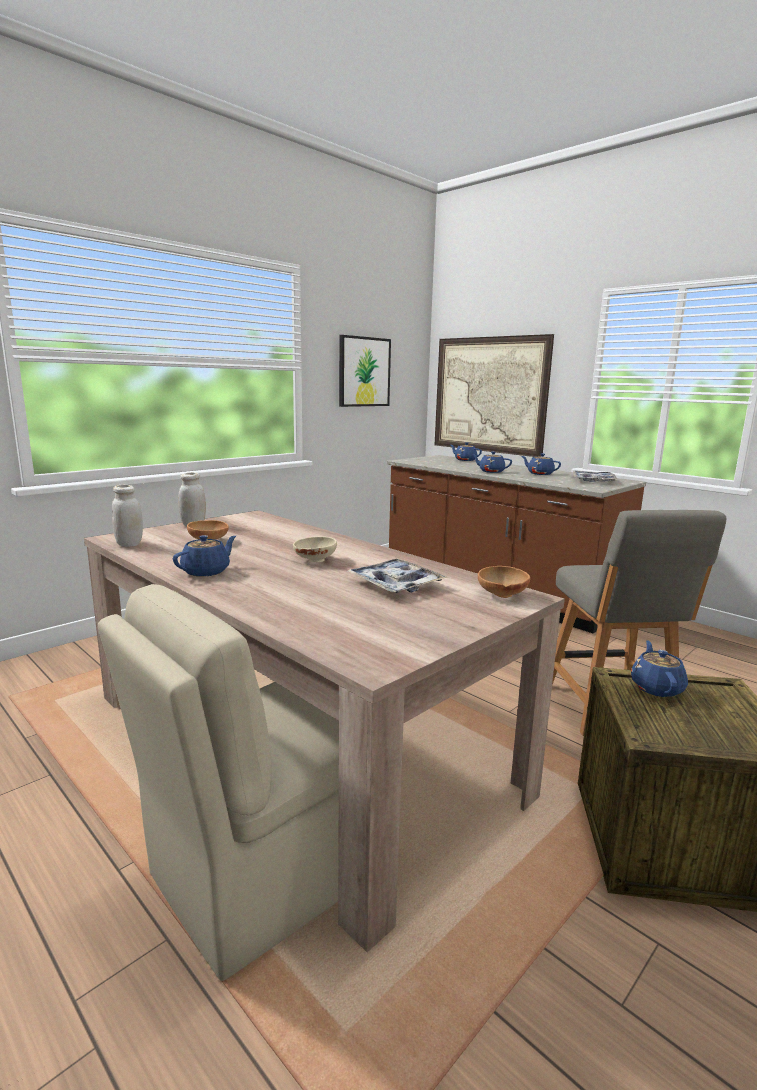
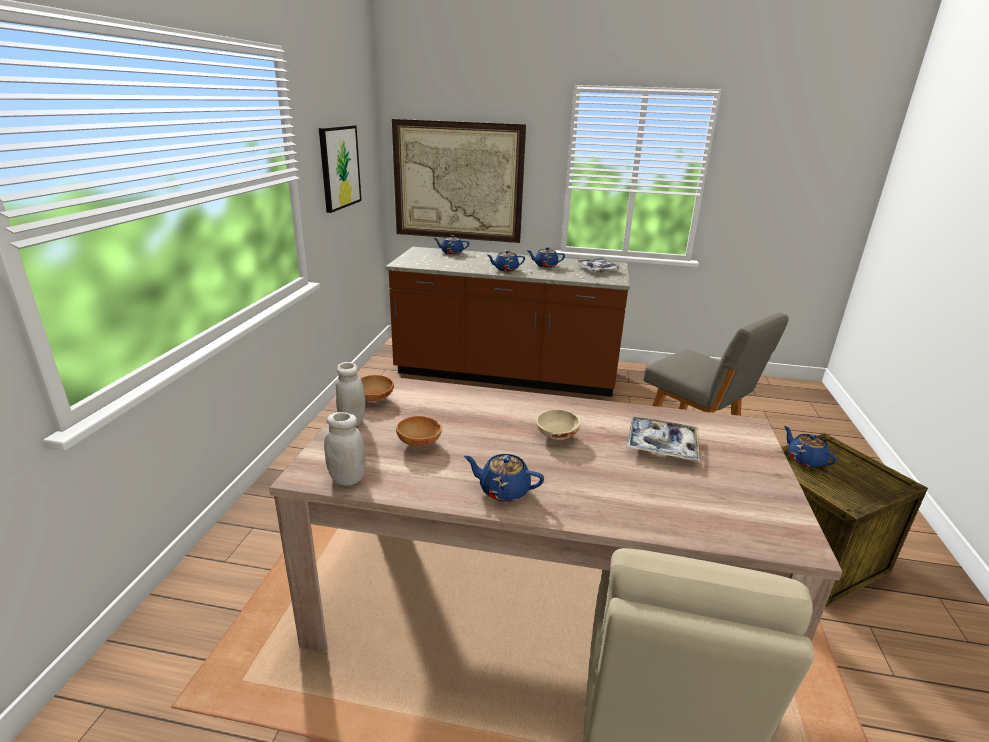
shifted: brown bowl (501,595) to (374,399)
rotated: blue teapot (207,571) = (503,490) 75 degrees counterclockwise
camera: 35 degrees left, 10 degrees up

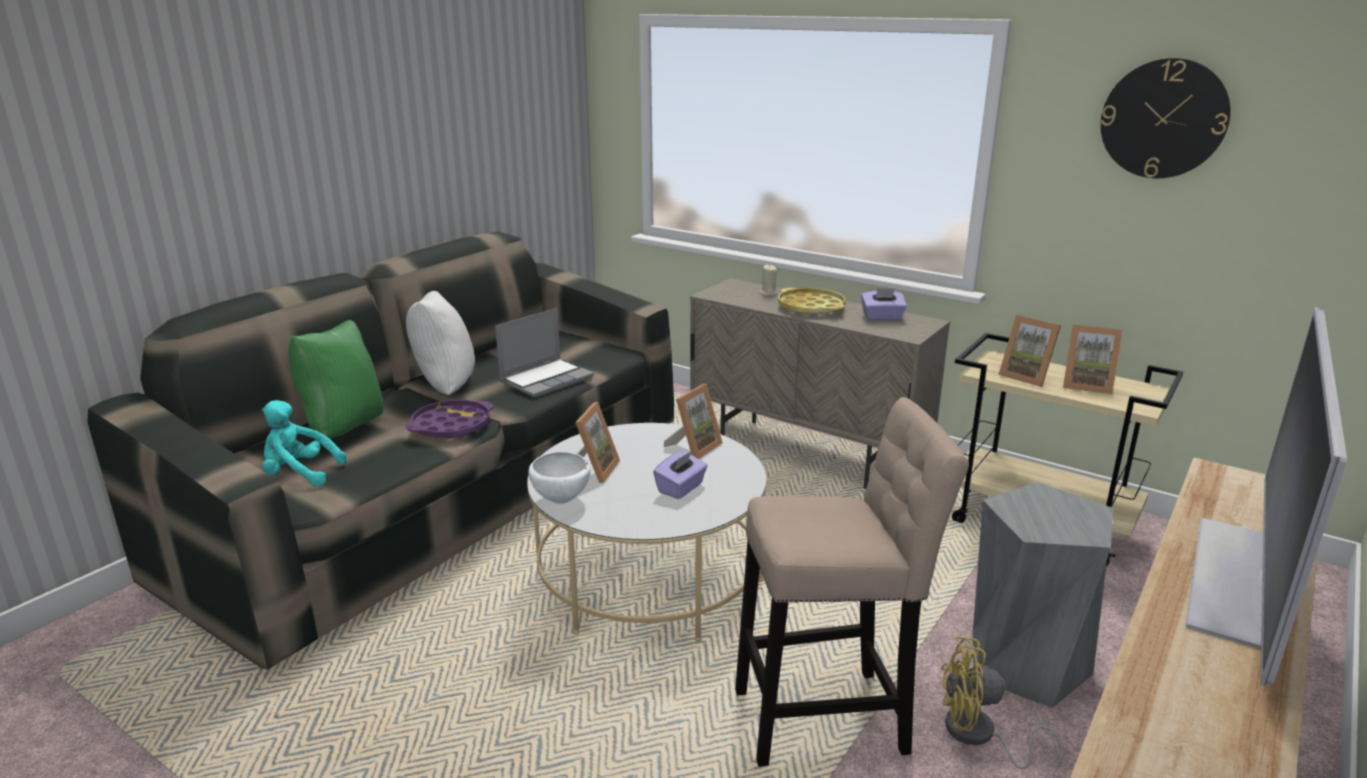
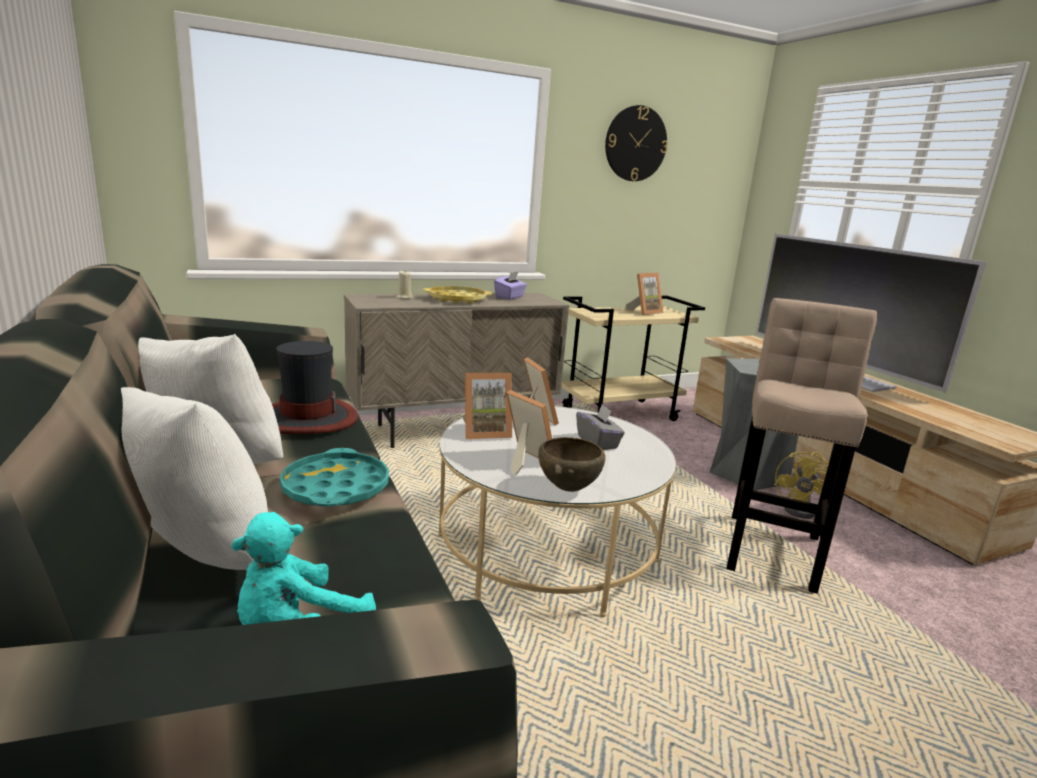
shifted: picture frame (1027,376) to (485,432)
swapped: laptop (547,379) to hat (307,419)
repainted: green pillow (343,428) to white pillow (197,559); purple tray (451,426) to turquoise tray (335,488); white bowl (562,500) to brown bowl (568,489); purple tissue box (681,488) to grey tissue box (598,442)
camera: 60 degrees left, 5 degrees down

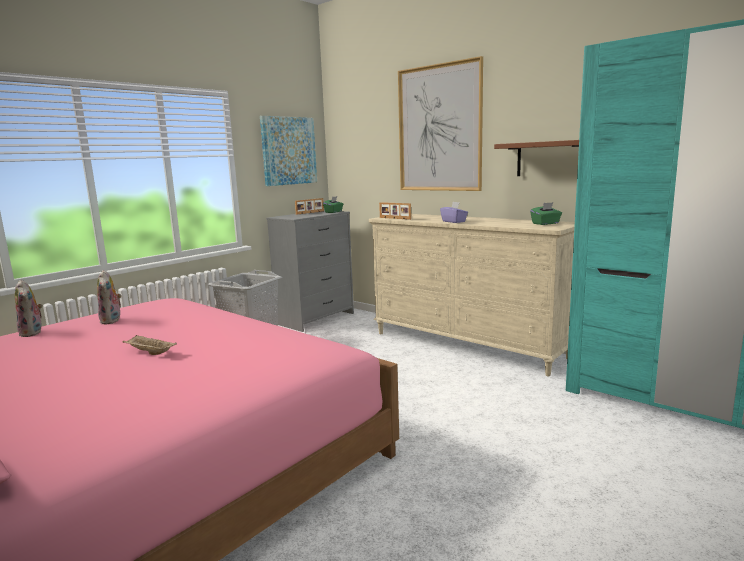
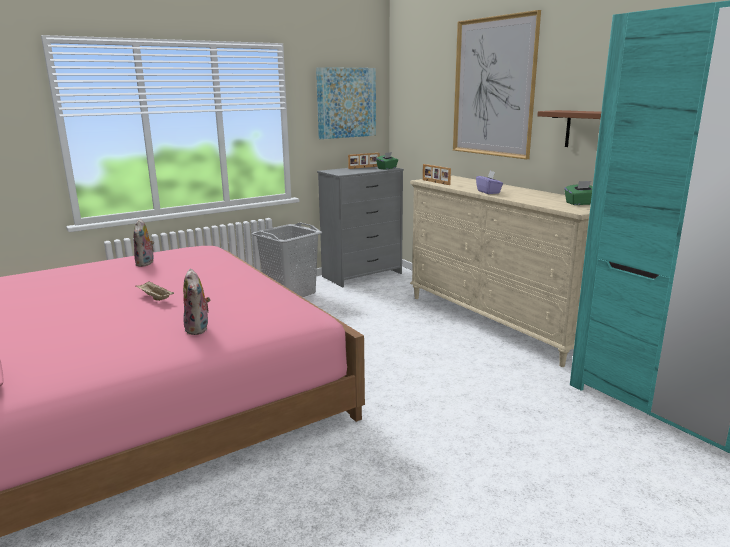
shifted: plush toy (33,333) to (199,329)
camera: 15 degrees right, 5 degrees up

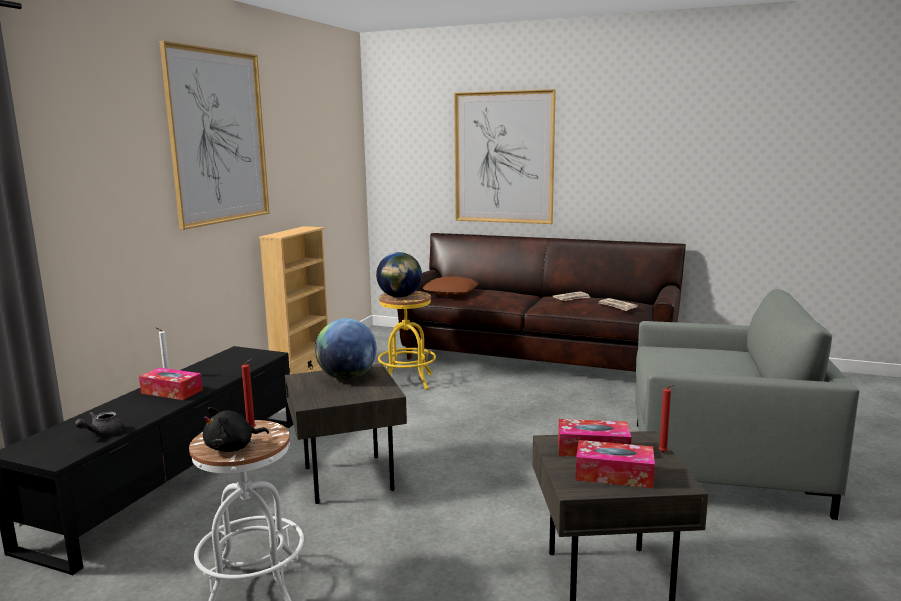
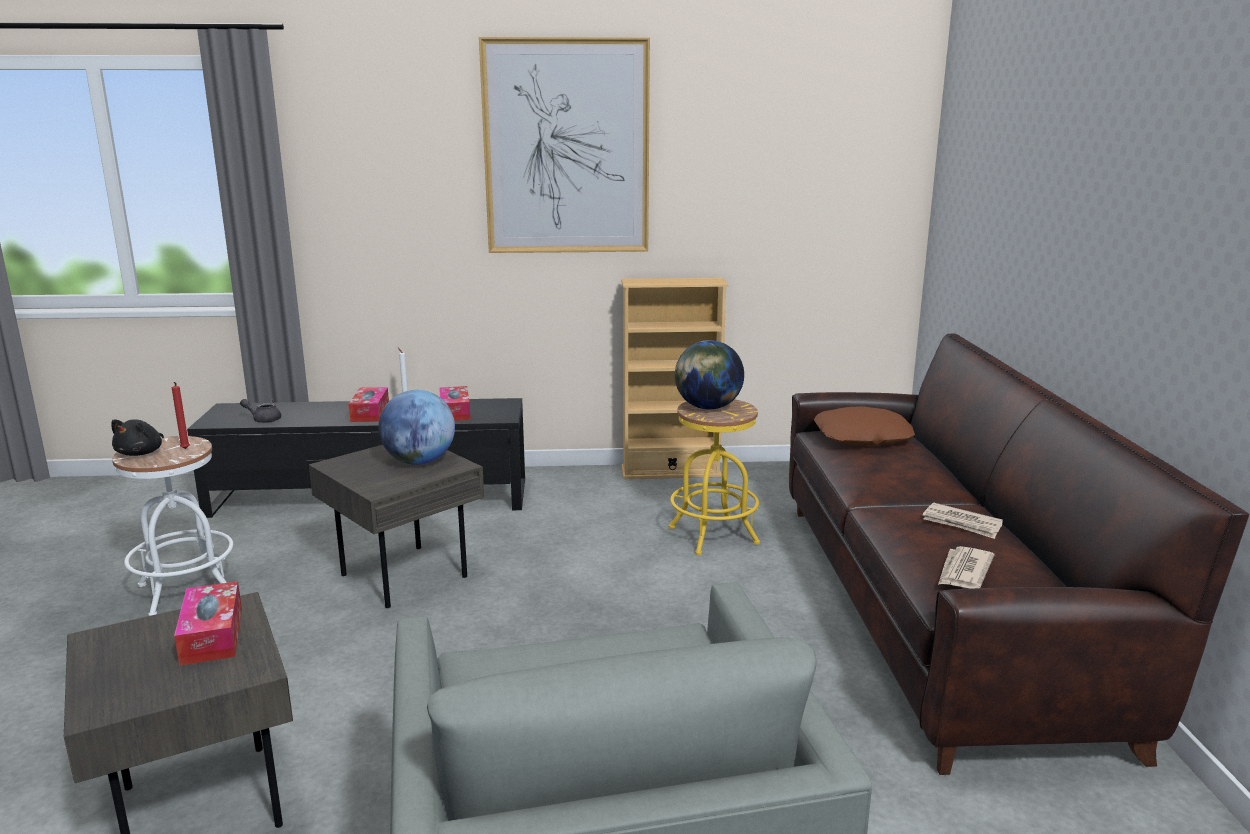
gone: picture (503,157); red candle (664,453)
shifted: tissue box (614,474) to (455,412)
rotated: black plush toy (233,448) = (141,453) 105 degrees counterclockwise
camera: 65 degrees right, 5 degrees up

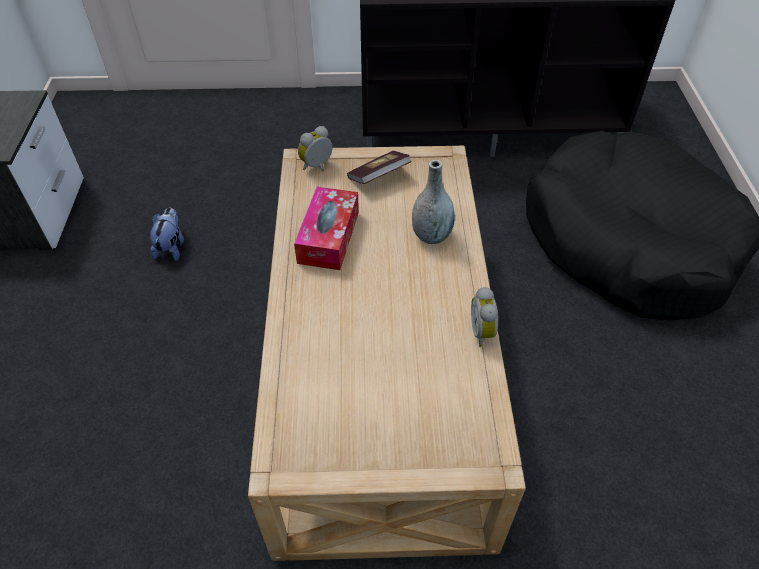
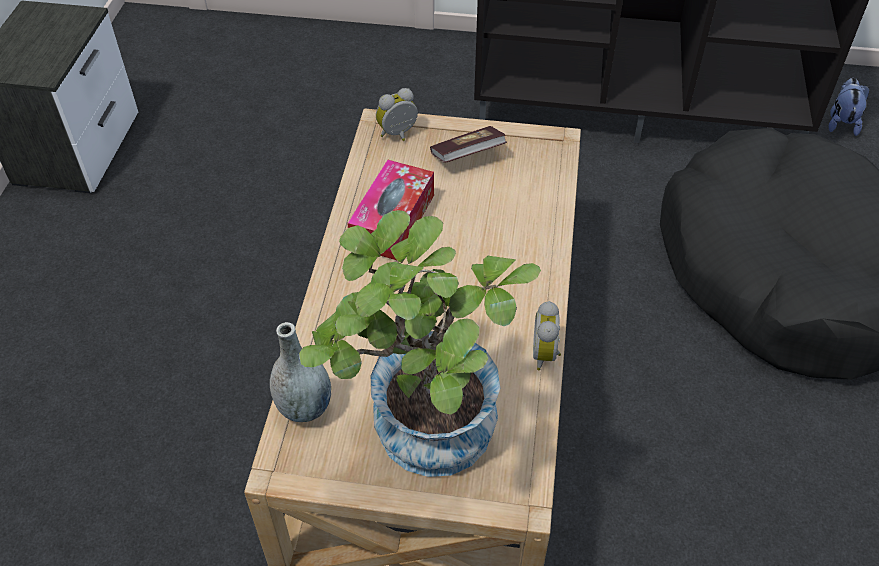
new: potted plant (422,438)
shifted: plush toy (171,247) to (841,122); grey vase (431,236) to (304,408)
camera: 10 degrees right, 0 degrees up

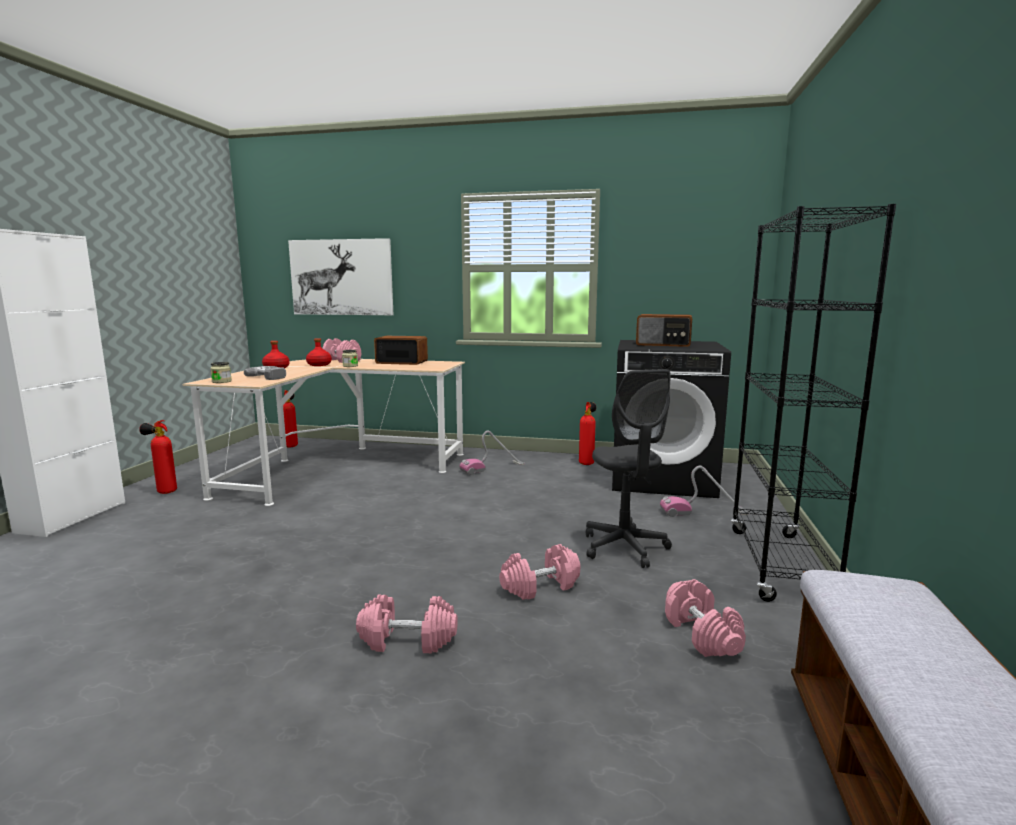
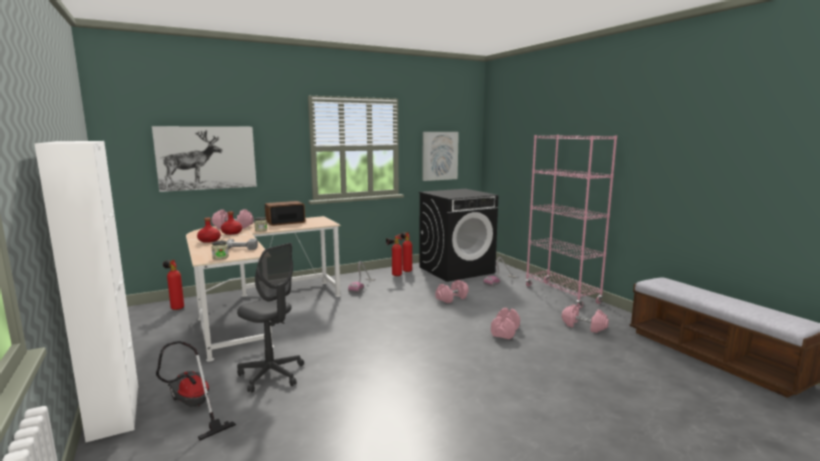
gone: radio (663,344)
new: vacuum cleaner (193,407); picture (439,156)
shifted: fire extinguisher (164,492) to (394,276); pink dumbbell (407,640) to (451,298); grey office chair (624,548) to (271,375)
repainted: black bookcase (779,566) to pink bookcase (561,294)
camera: 40 degrees left, 0 degrees up

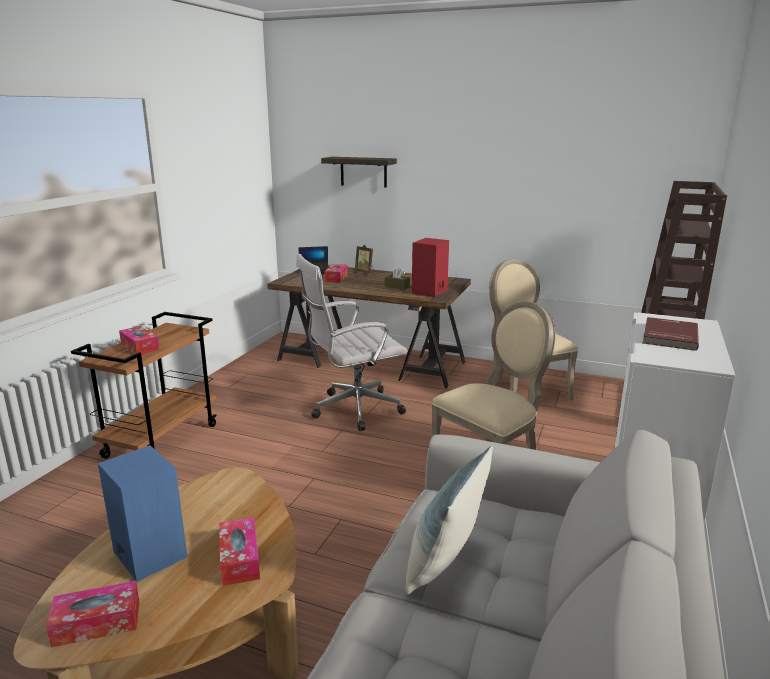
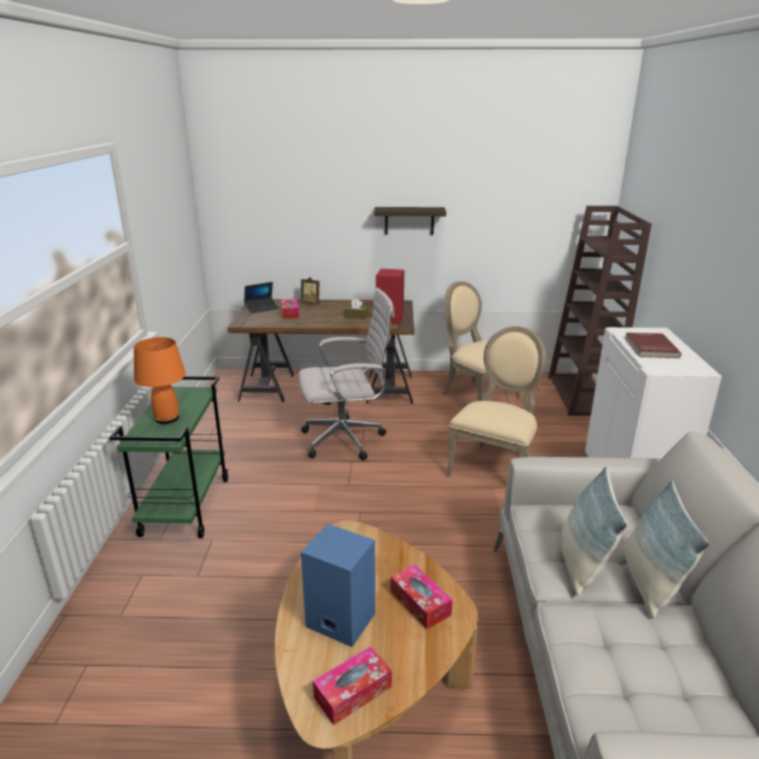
new: pillow (649,583)
shifted: shelf (363,172) to (409,221)
swapped: tissue box (140,347) to orange table lamp (166,419)
repainted: brown cart (161,440) to green cart (185,506)
rotated: white office chair (353,410) = (347,439) 150 degrees counterclockwise
camera: 20 degrees left, 5 degrees up

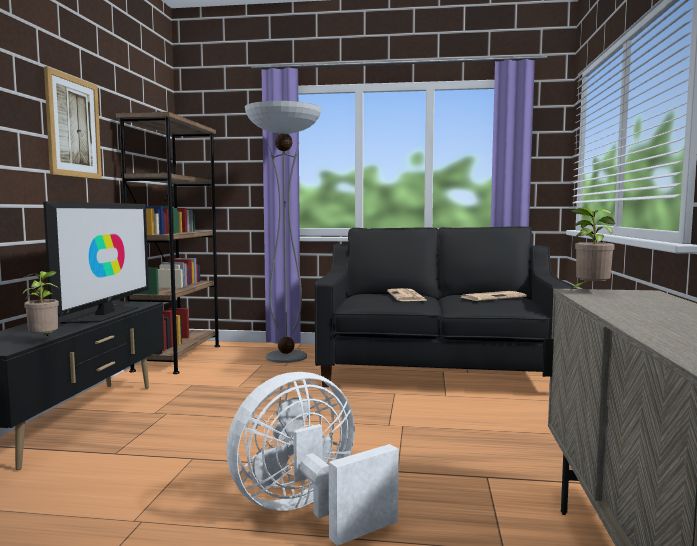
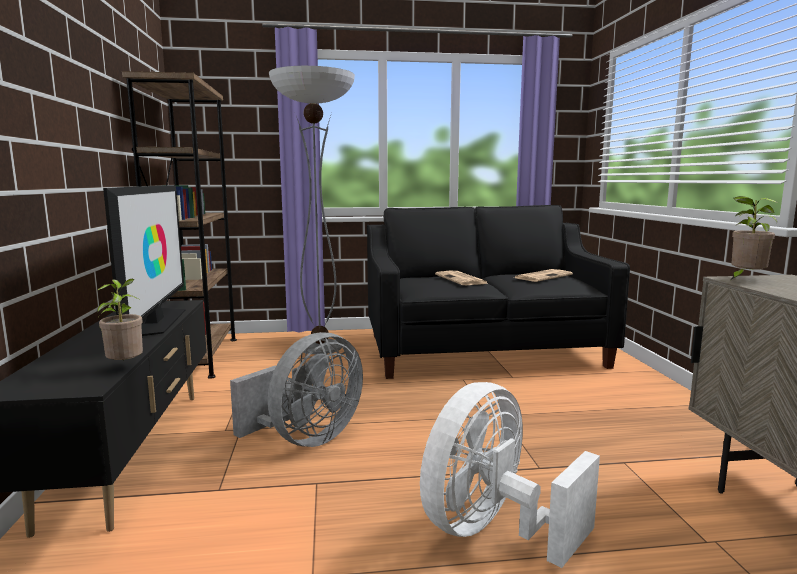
gone: picture (73,127)
new: grey fan (306,439)
camera: 15 degrees left, 5 degrees up

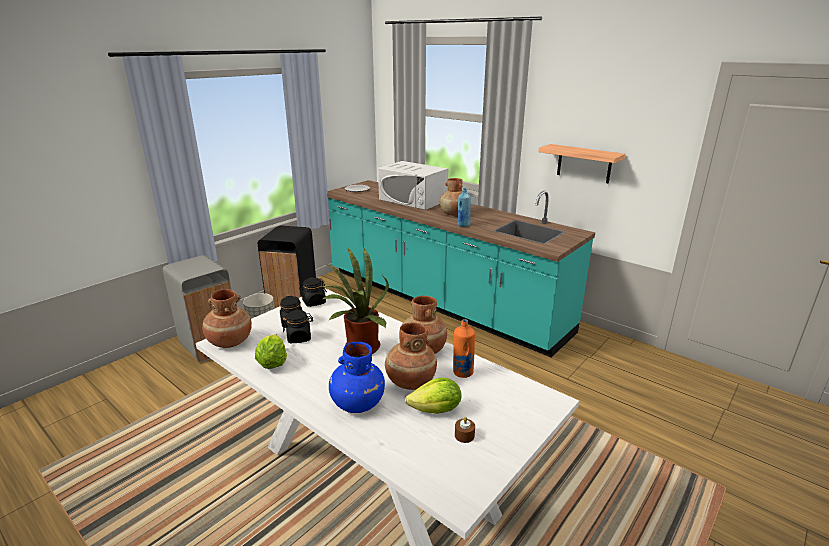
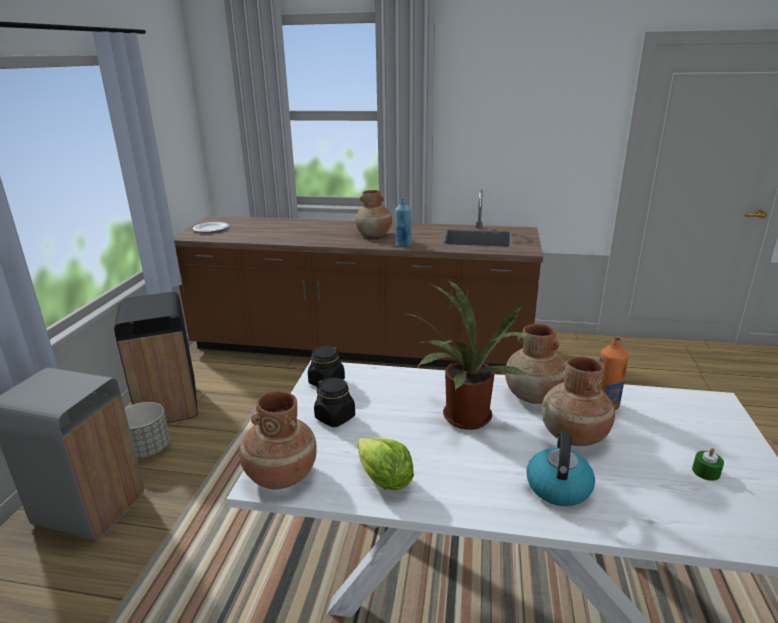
gone: black jar (299,338); white microwave (413,200); lettuce (436,410); shelf (584,163)
swapped: blue vase (357,403) to kettle (558,486)
repainted: turquoise counter (441,301) to brown counter (359,348); brown candle (464,435) to green candle (706,472)
camera: 30 degrees left, 0 degrees up

